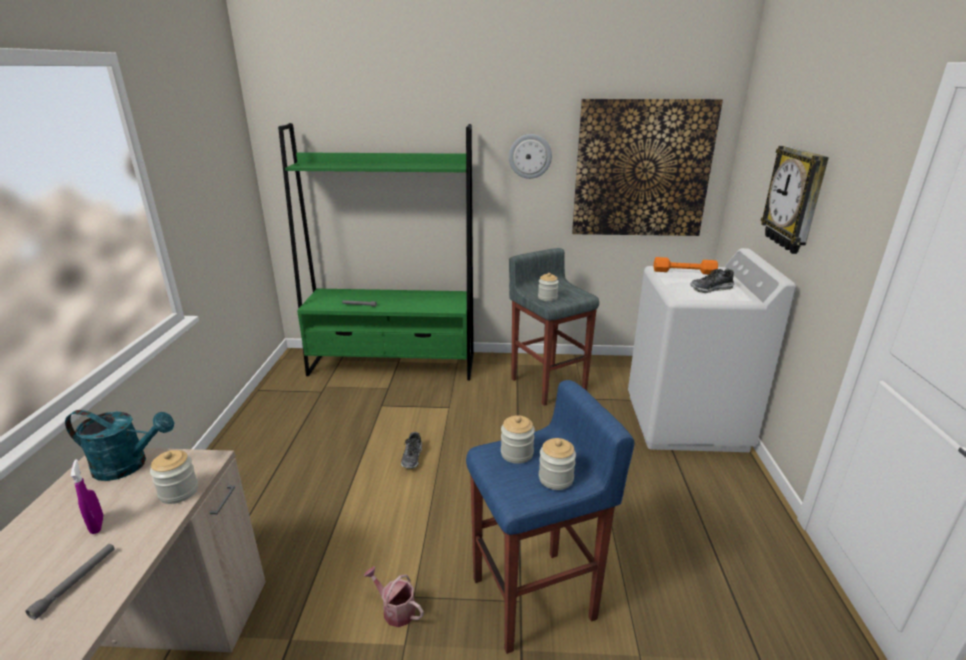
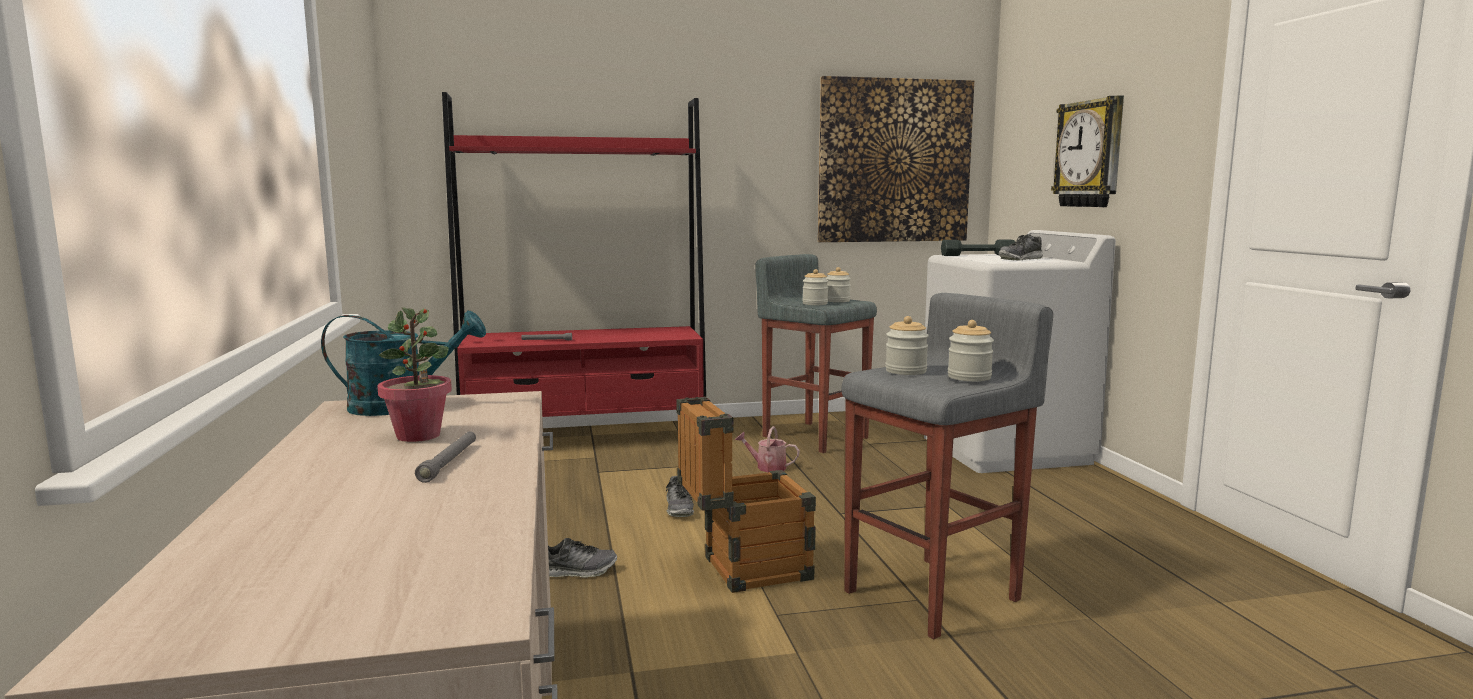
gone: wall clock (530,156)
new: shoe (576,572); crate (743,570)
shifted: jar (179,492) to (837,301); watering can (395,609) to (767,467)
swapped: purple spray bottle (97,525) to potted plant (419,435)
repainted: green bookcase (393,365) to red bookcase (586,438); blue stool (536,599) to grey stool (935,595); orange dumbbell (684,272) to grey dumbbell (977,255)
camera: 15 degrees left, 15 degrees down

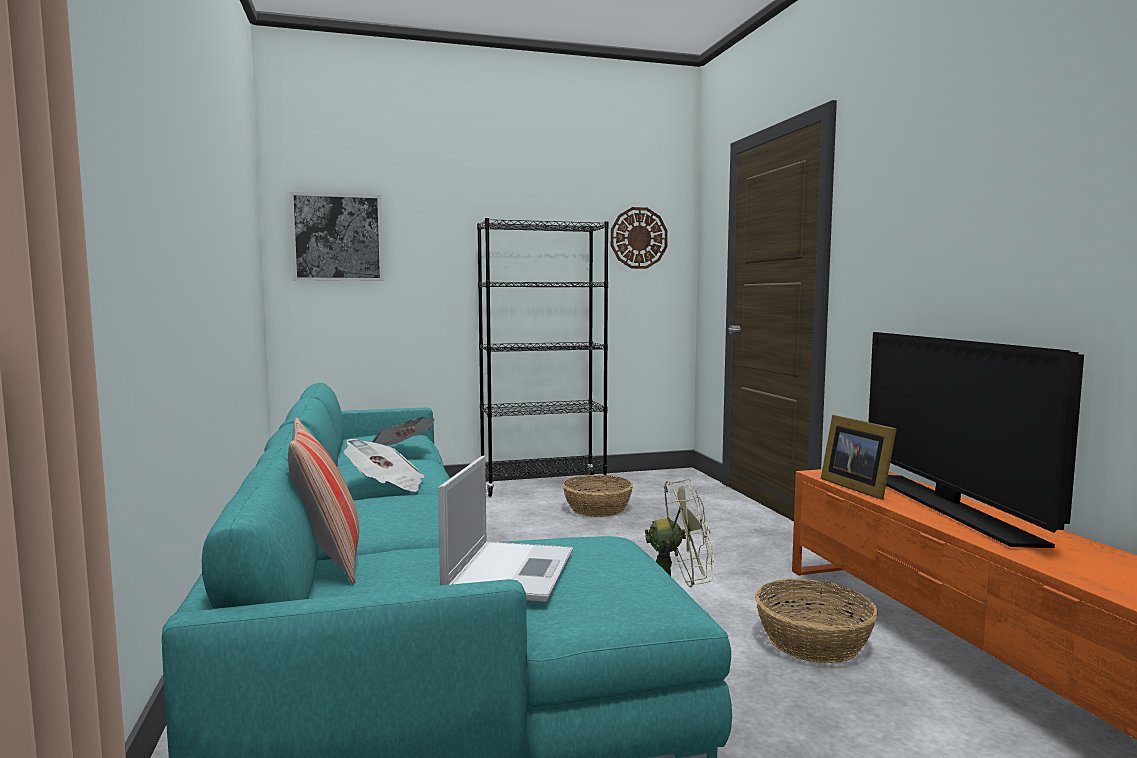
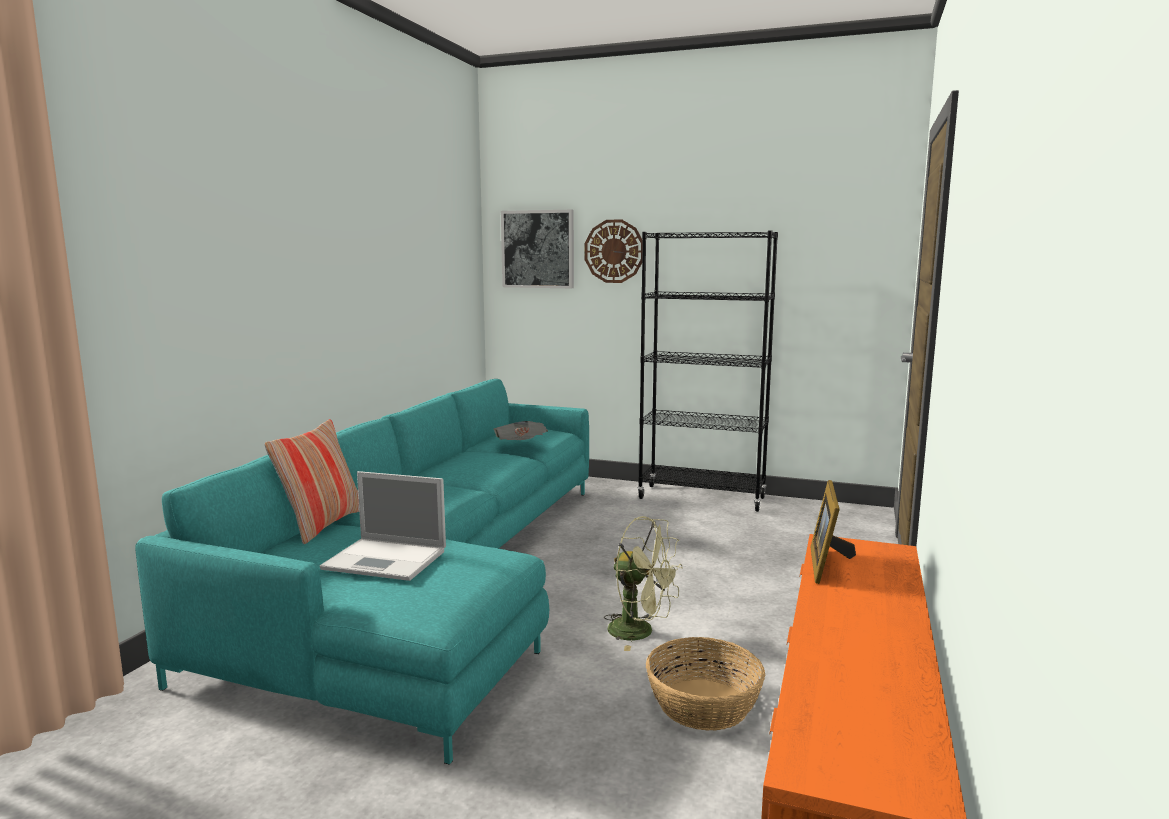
gone: newspaper (386,486); basket (597,508); television (949,508)
shifted: wall clock (638,238) to (614,251)
rotated: laptop (511,570) = (387,560) 60 degrees clockwise
camera: 35 degrees right, 5 degrees up

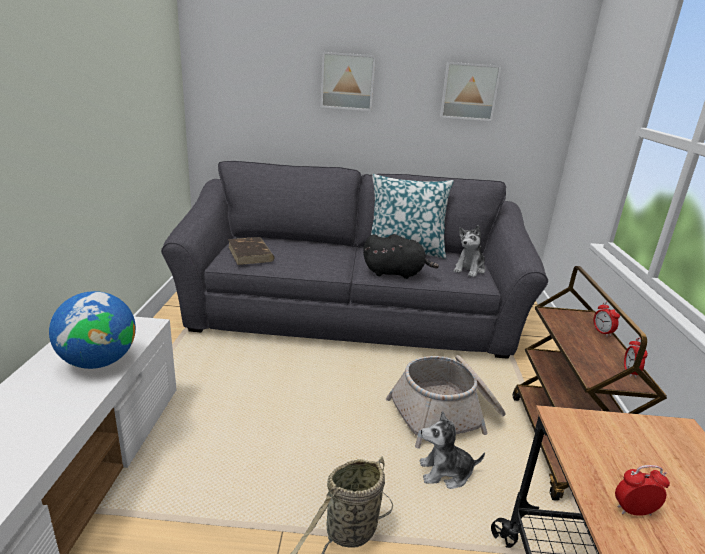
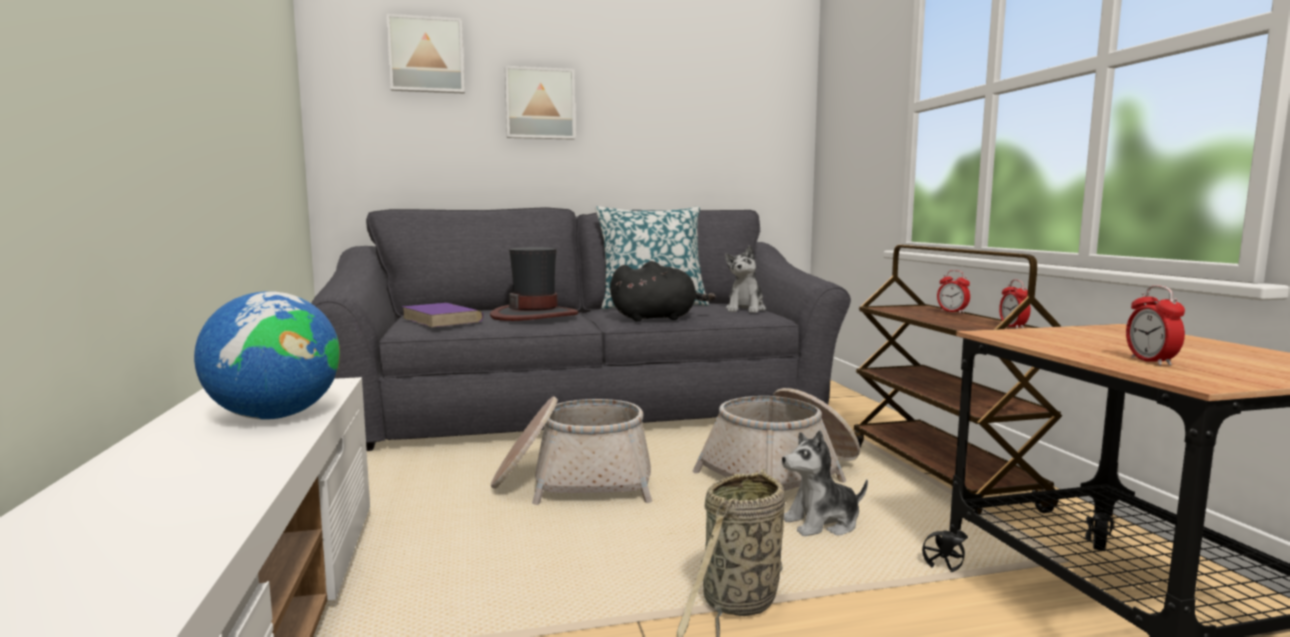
new: hat (535,315); basket (573,482)
shifted: picture (469,91) to (426,55)
repainted: brown book (250,254) to purple book (442,320)
rotated: alarm clock (633,511) = (1151,361) 75 degrees counterclockwise
camera: 15 degrees left, 15 degrees down

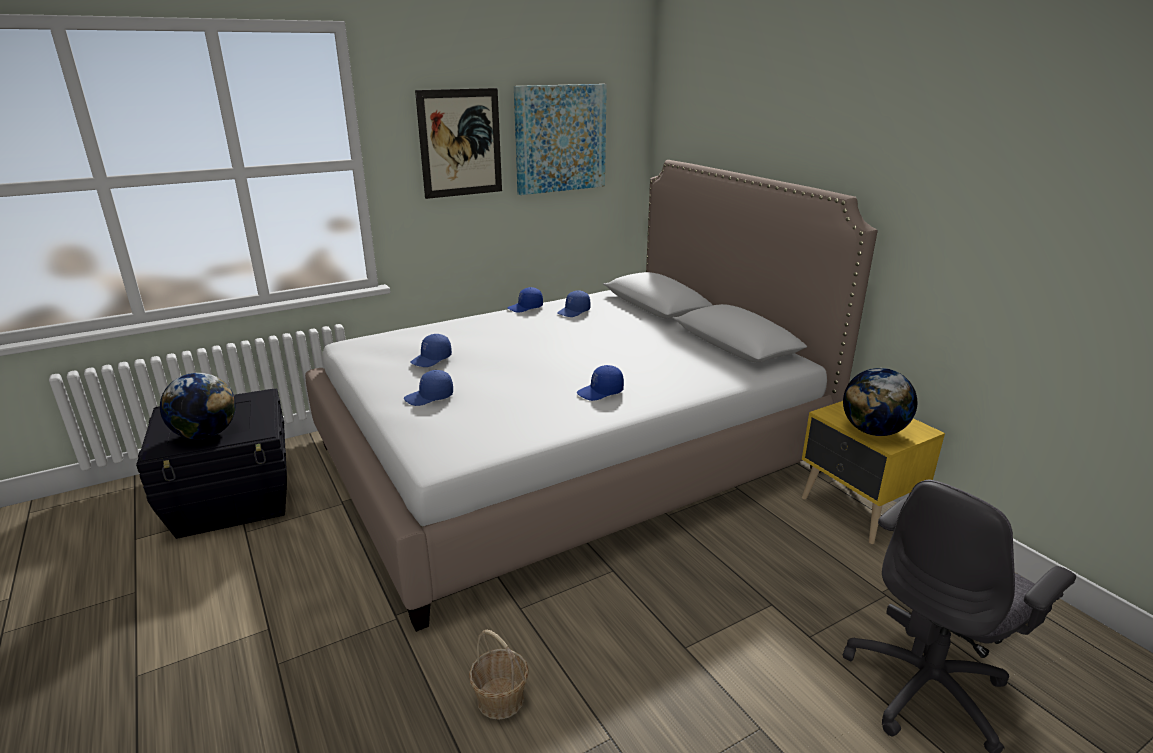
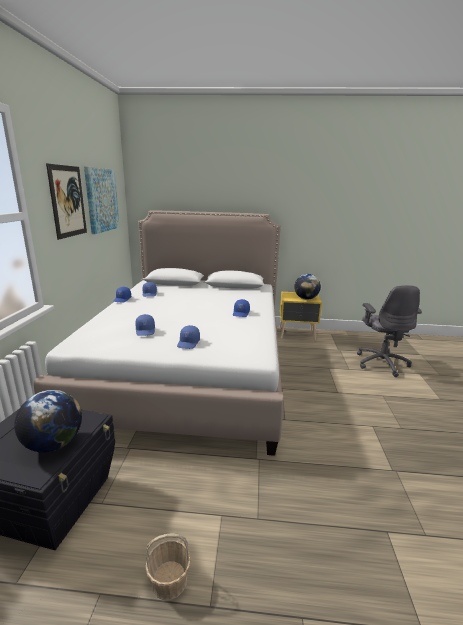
shifted: basket (500,699) to (169,580)
camera: 55 degrees left, 5 degrees down

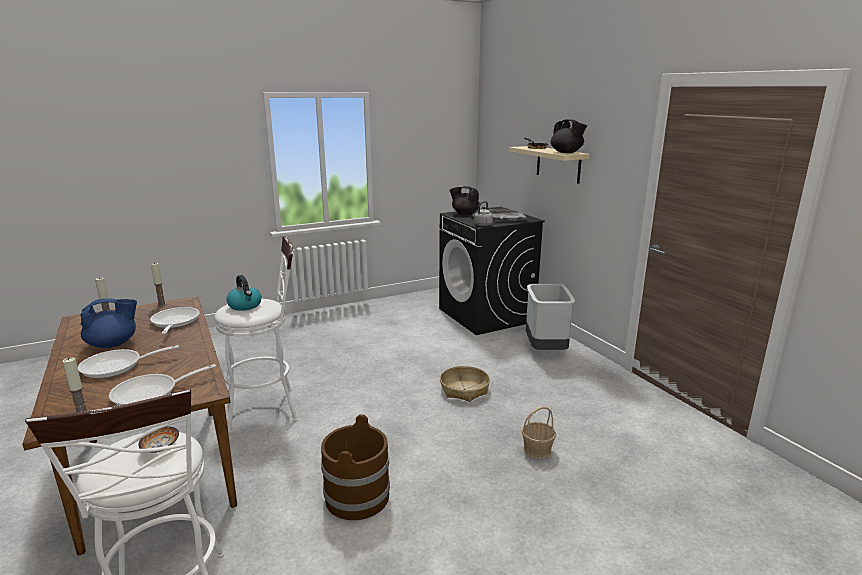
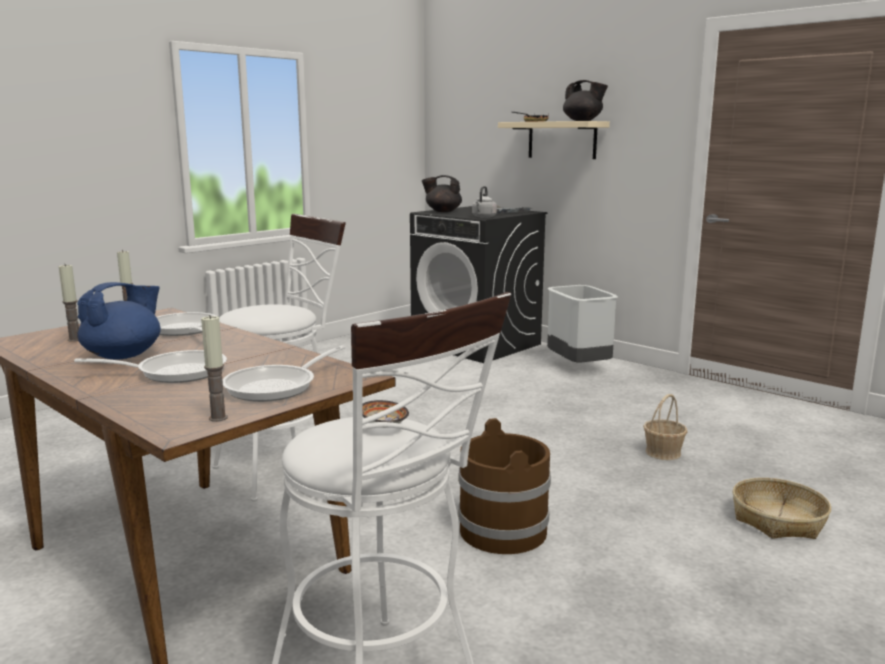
gone: kettle (245,306)
shifted: basket (464,389) to (777,520)
rotated: frying pan (117,366) = (174,372) 150 degrees counterclockwise
camera: 20 degrees left, 5 degrees down

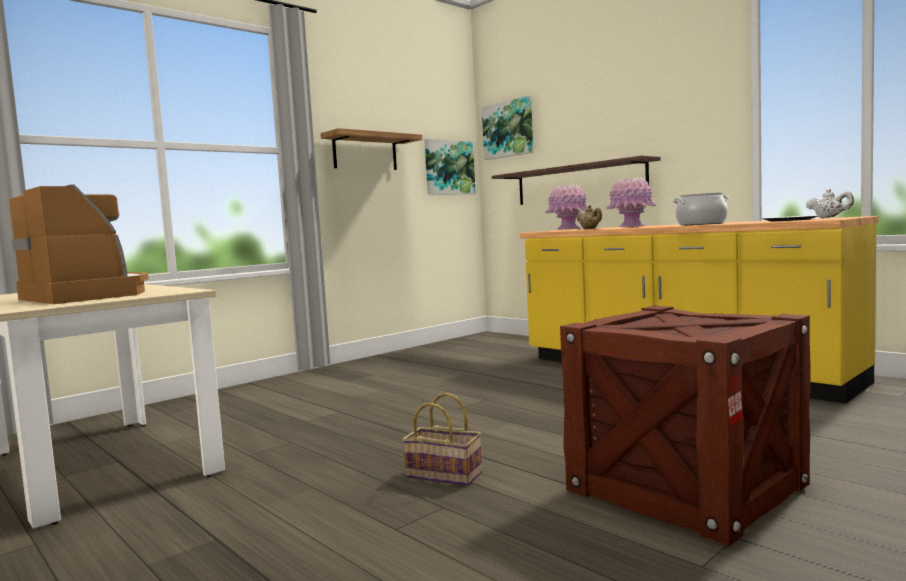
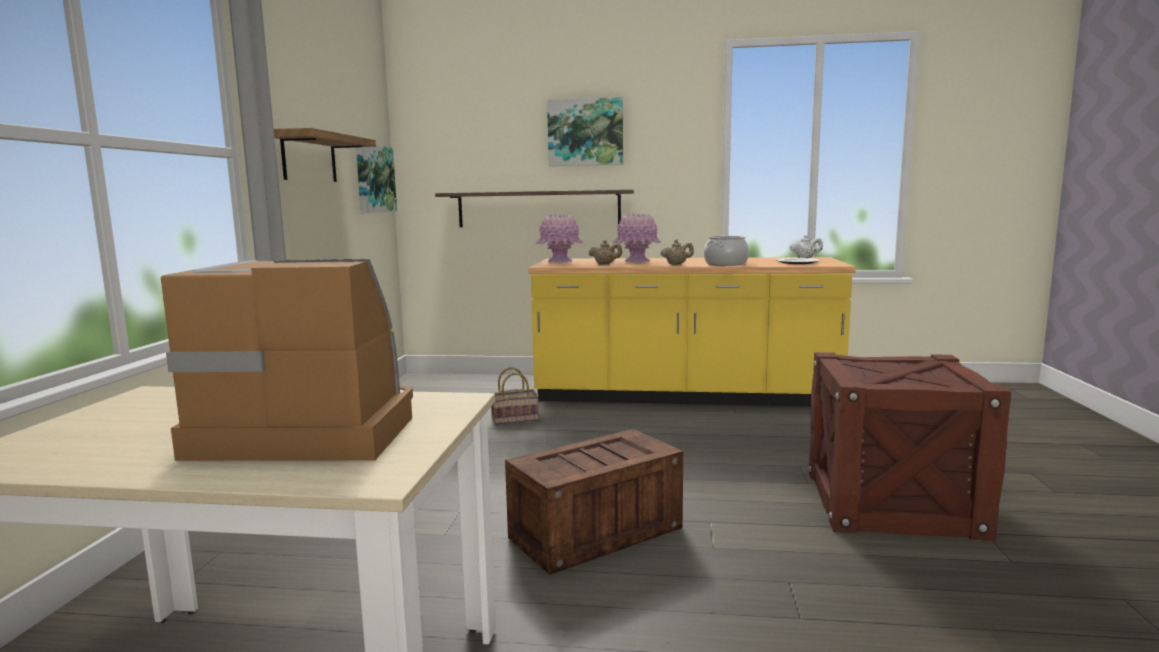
new: crate (598,532); beige teapot (676,264)
shifted: basket (446,474) to (516,419); picture (508,129) to (585,132)
camera: 40 degrees left, 5 degrees up

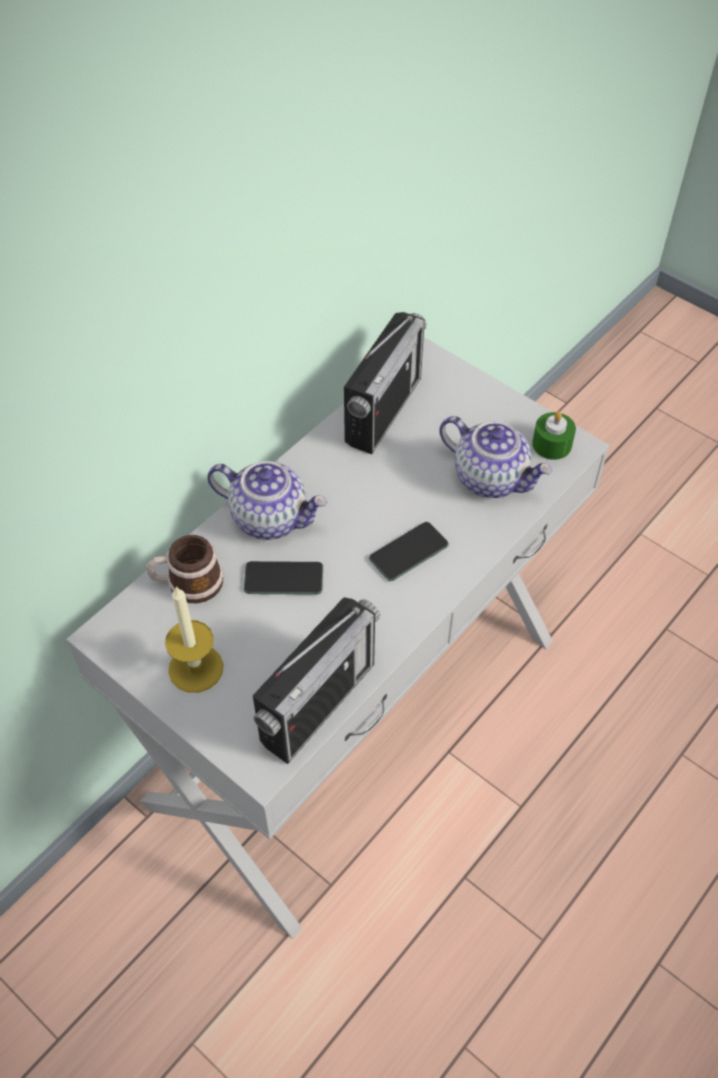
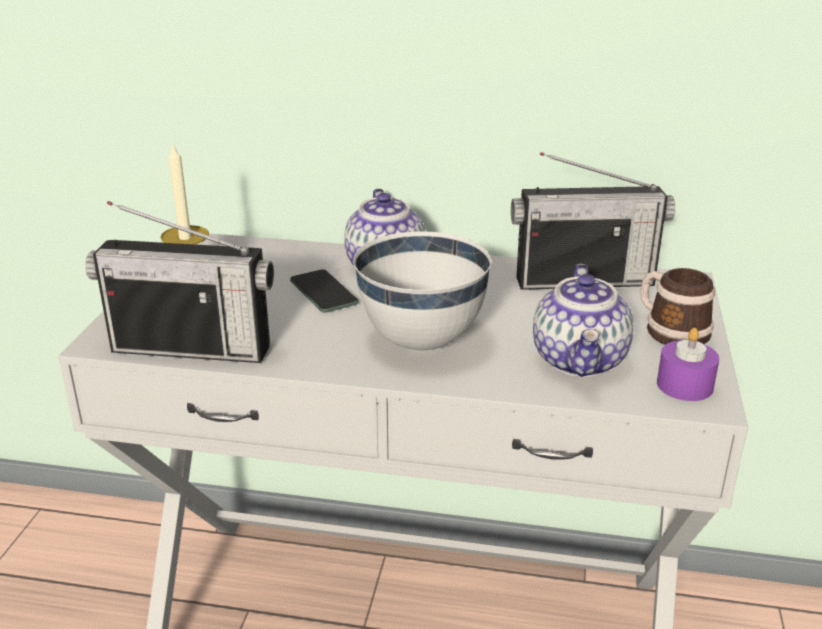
shifted: mug (187,583) to (670,330)
swapped: phone (408,552) to white bowl (422,342)
repainted: green candle (552,444) to purple candle (684,385)
camera: 60 degrees right, 25 degrees down

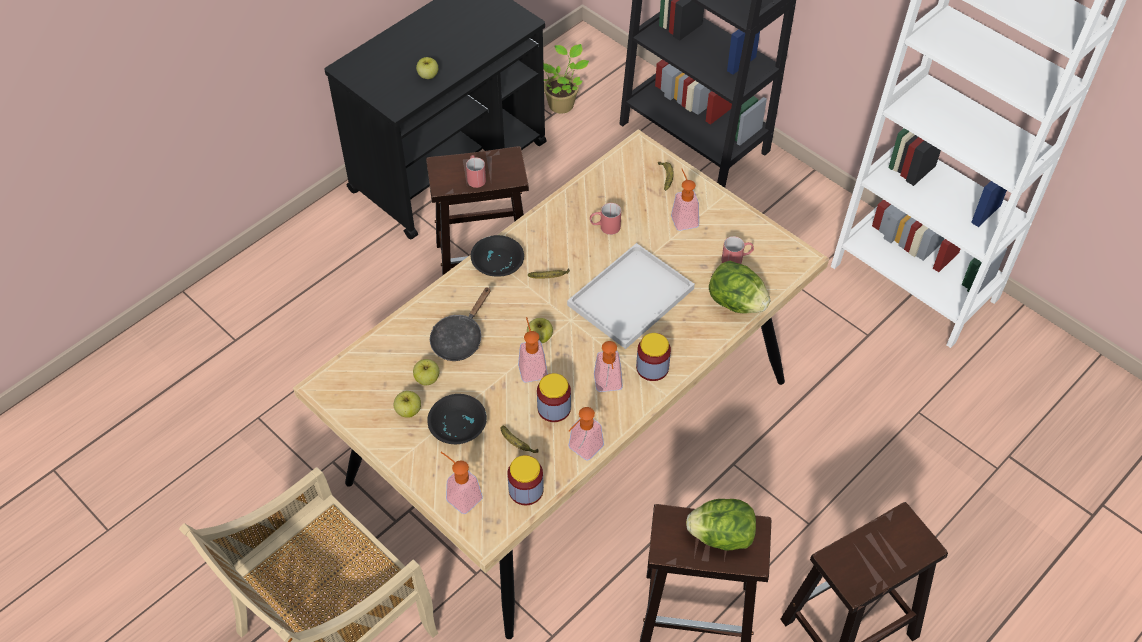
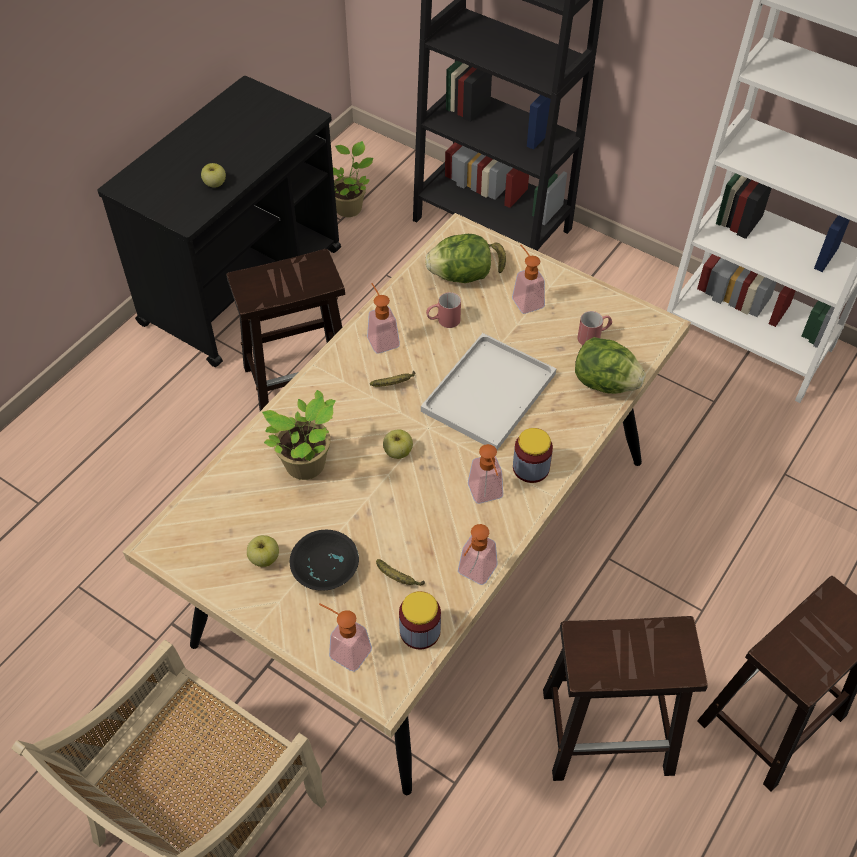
gone: apple (427,379); red mug (475,177); black bowl (498,262); jar (554,408)
shifted: soap dispenser (531,366) to (381,338); lettuce (721,536) to (460,276)
swapped: black frying pan (459,338) to potted plant (307,466)
camera: 10 degrees left, 0 degrees up

